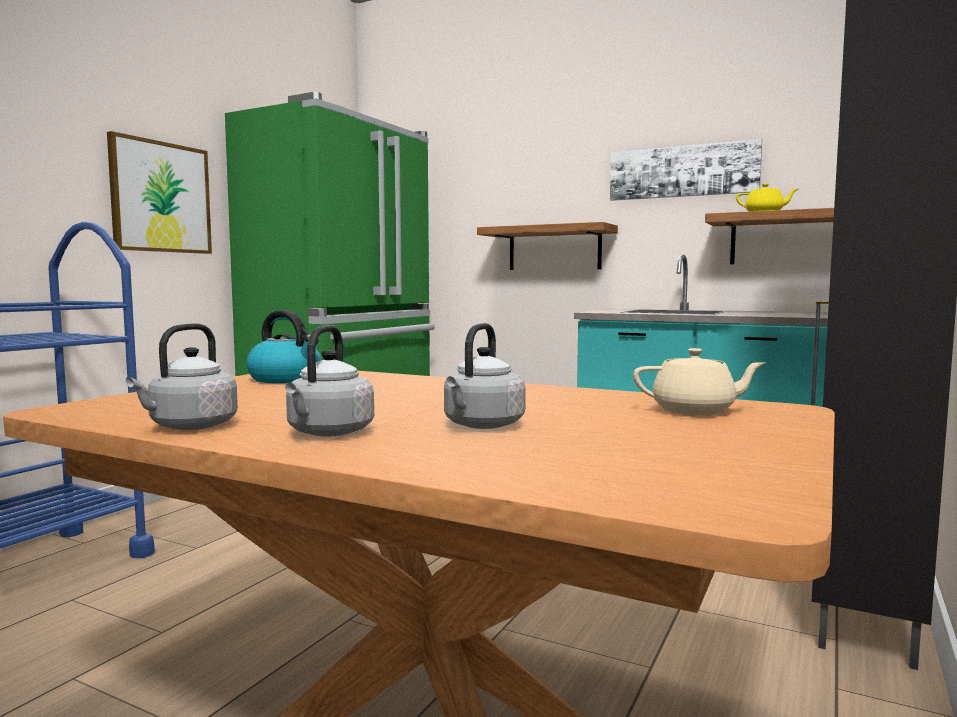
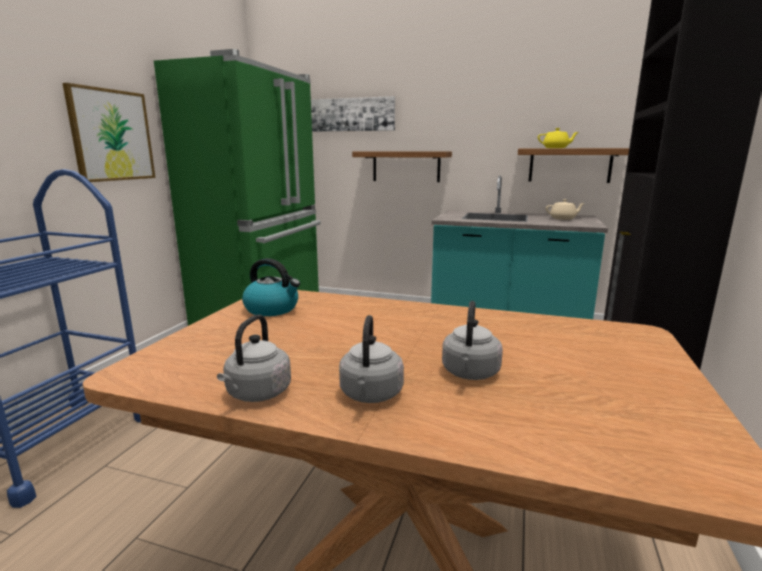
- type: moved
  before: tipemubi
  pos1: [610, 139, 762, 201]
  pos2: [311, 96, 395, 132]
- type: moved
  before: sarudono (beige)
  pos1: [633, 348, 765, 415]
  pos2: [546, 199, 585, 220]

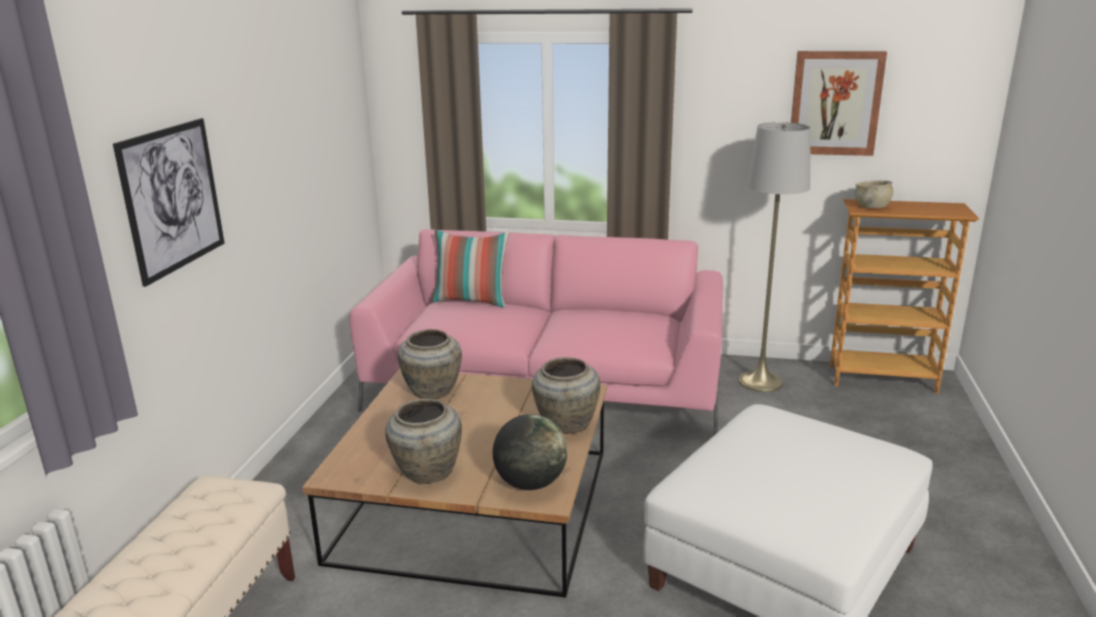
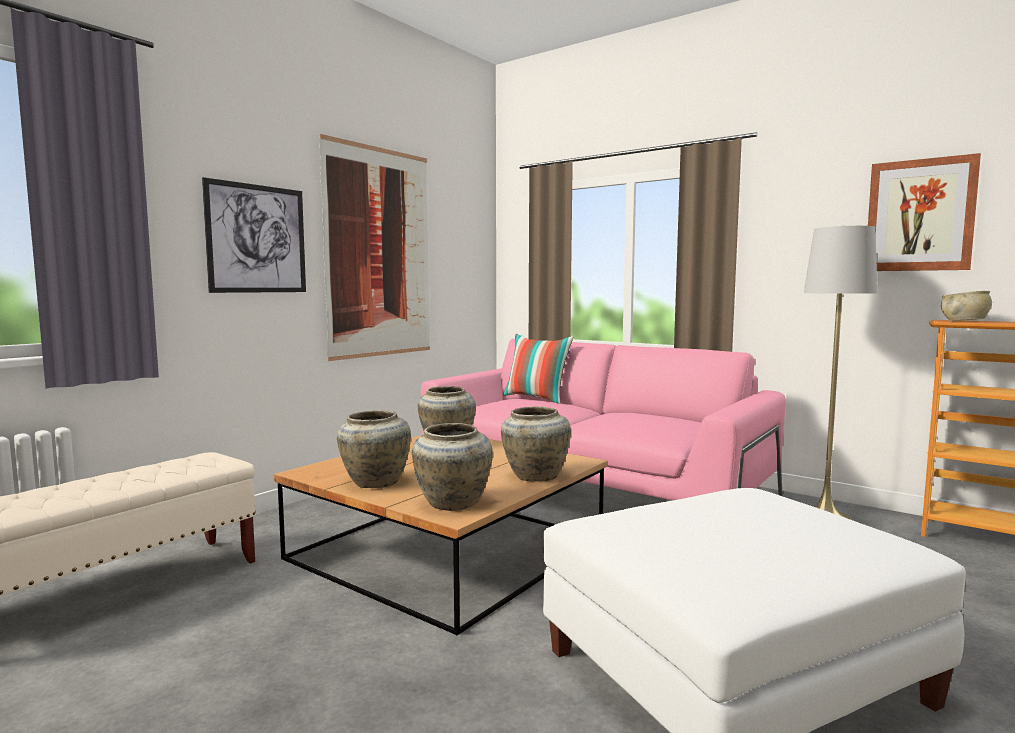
- type: replaced
  before: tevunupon
  after: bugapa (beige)
  pos1: [493, 414, 567, 490]
  pos2: [412, 423, 493, 511]
- type: added
  after: tipemubi
  pos2: [319, 134, 430, 361]

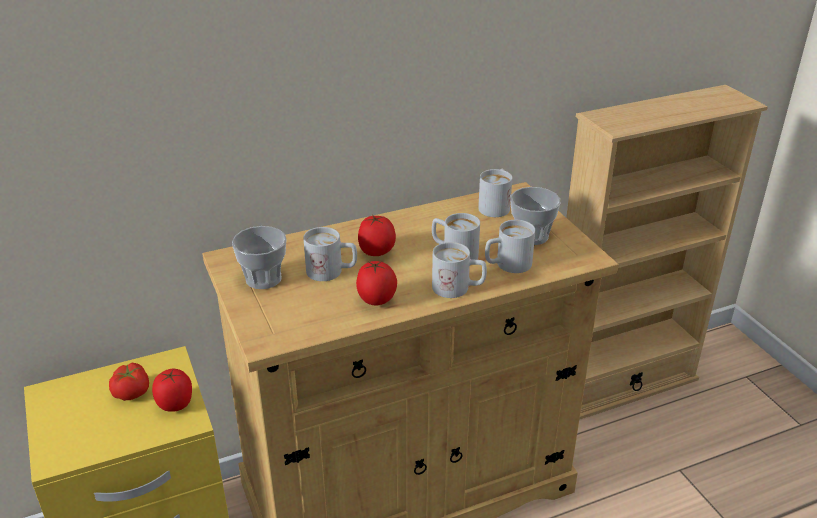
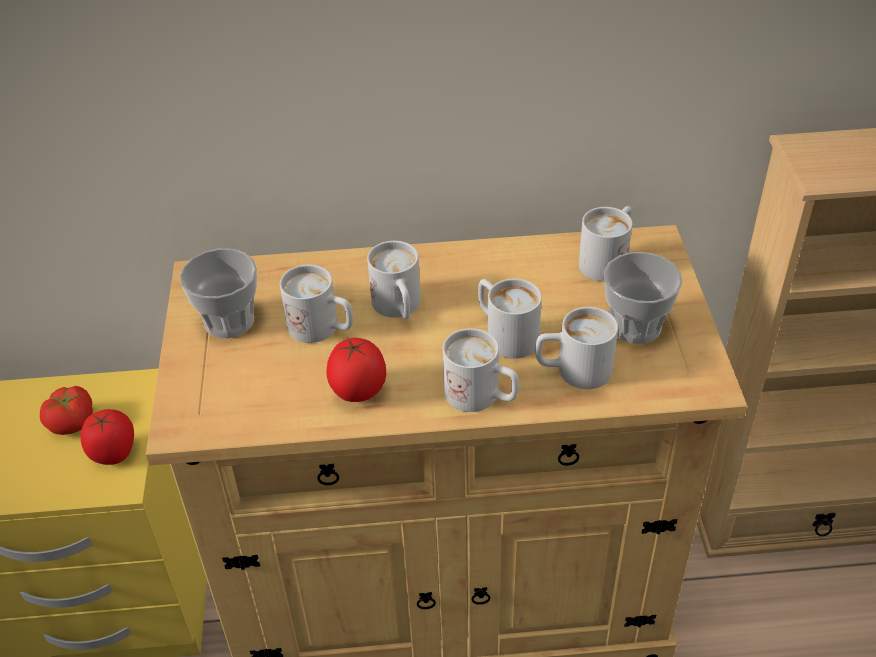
- type: replaced
  before: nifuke
  after: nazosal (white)
  pos1: [358, 216, 396, 256]
  pos2: [367, 241, 421, 319]

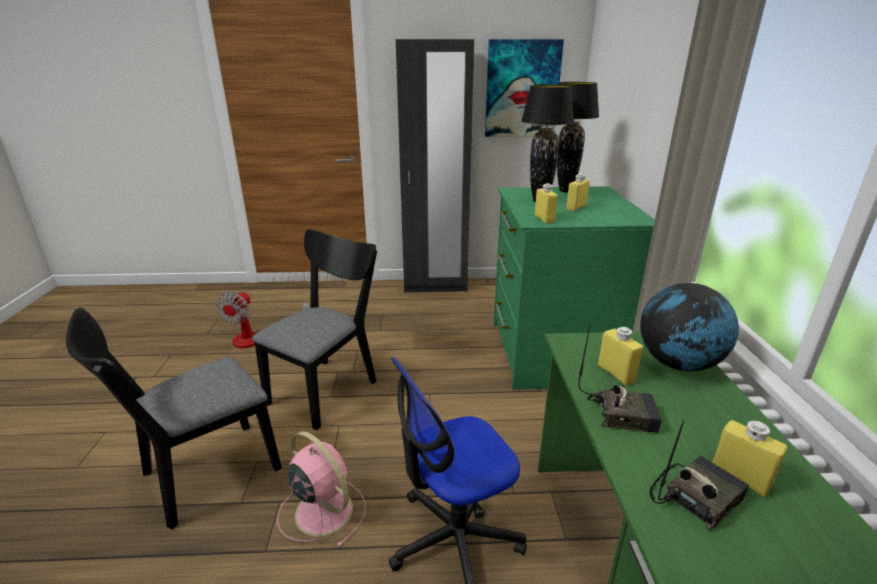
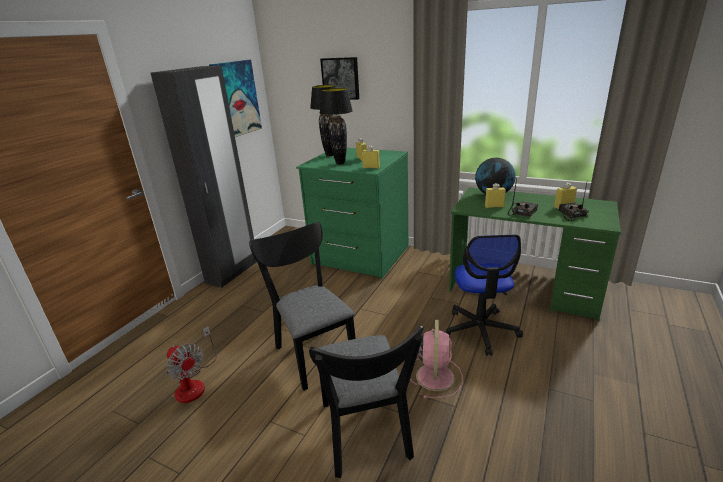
- type: turned
  before: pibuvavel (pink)
  pos1: [277, 431, 365, 548]
  pos2: [410, 320, 463, 399]
  turn: 120
- type: added
  after: tipemubi
  pos2: [320, 57, 359, 100]

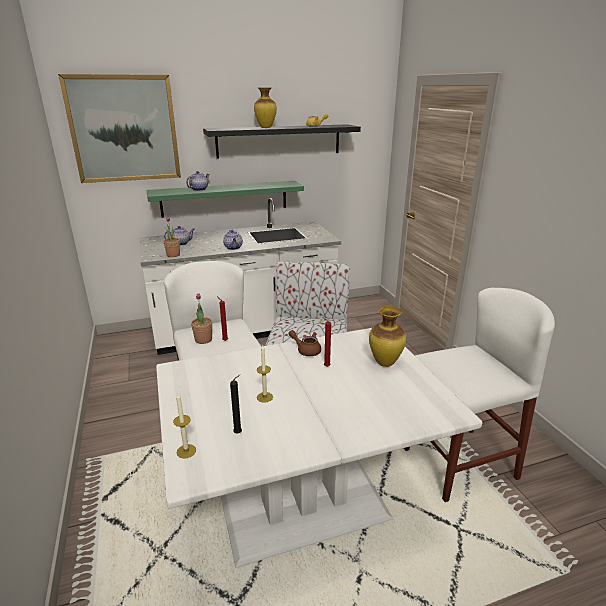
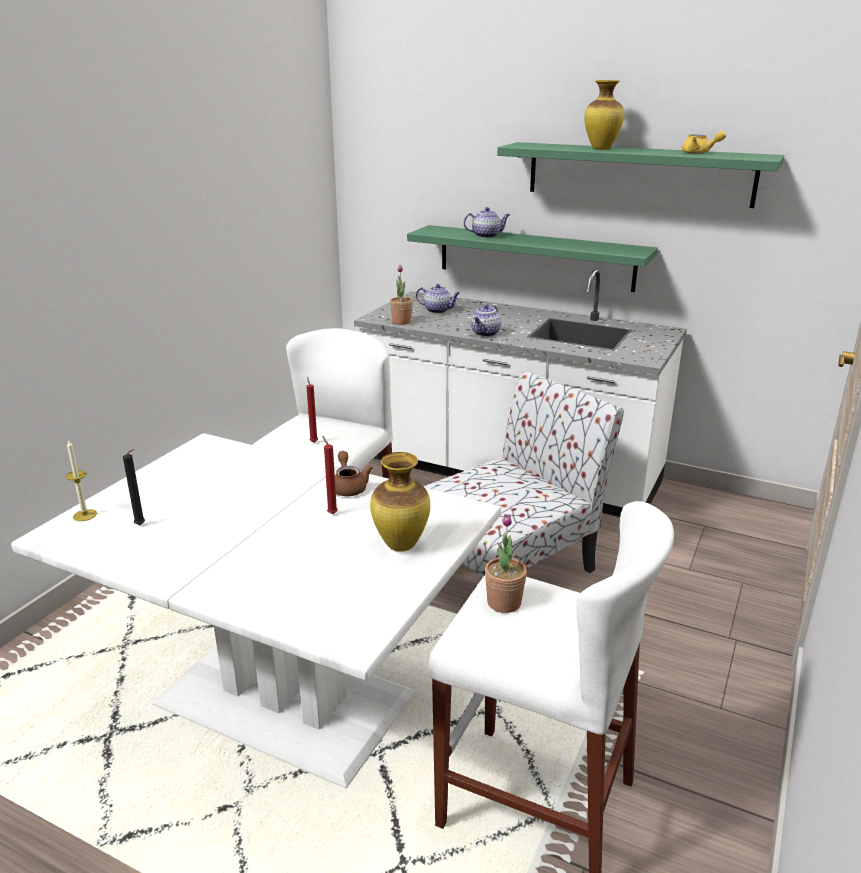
- type: removed
  before: tipemubi
  pos1: [58, 74, 181, 183]
- type: recoloured
  before: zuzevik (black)
  after: zuzevik (green)
  pos1: [203, 124, 361, 158]
  pos2: [497, 142, 784, 208]
- type: moved
  before: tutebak
  pos1: [191, 293, 212, 344]
  pos2: [485, 514, 527, 613]
- type: removed
  before: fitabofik
  pos1: [257, 345, 273, 403]

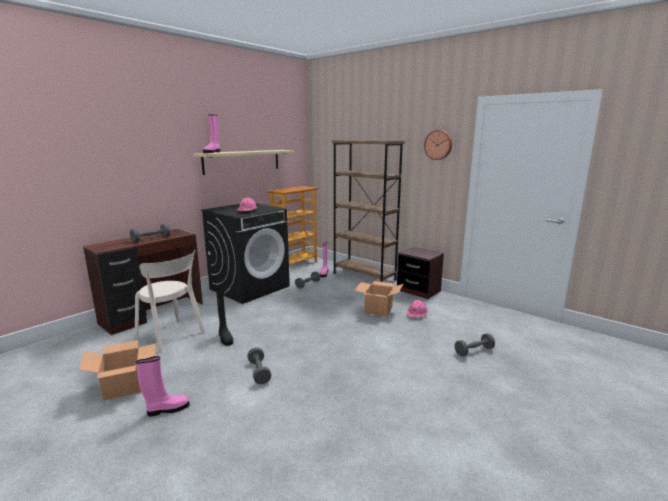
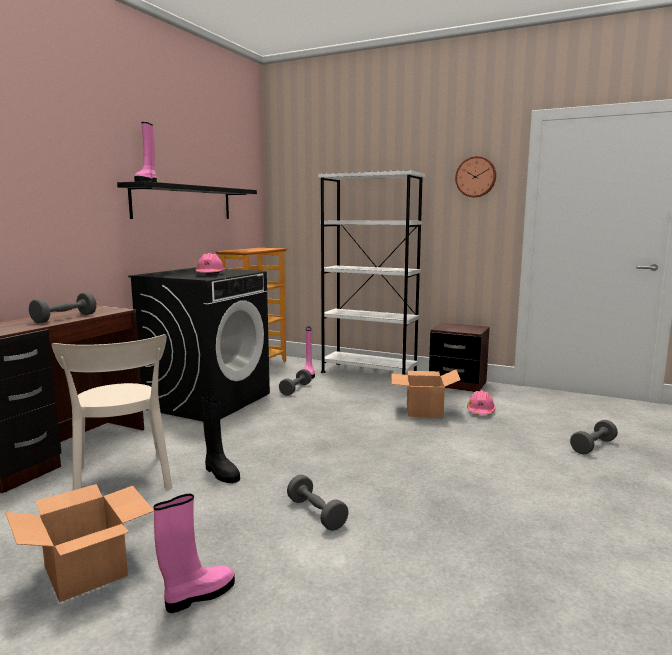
- type: recoloured
  before: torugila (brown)
  after: torugila (white)
  pos1: [332, 140, 405, 282]
  pos2: [318, 170, 425, 375]
- type: recoloured
  before: zuzevik (beige)
  after: zuzevik (black)
  pos1: [193, 150, 295, 175]
  pos2: [117, 181, 257, 219]
- type: turned
  before: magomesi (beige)
  pos1: [135, 251, 205, 353]
  pos2: [52, 334, 172, 490]
  turn: 45

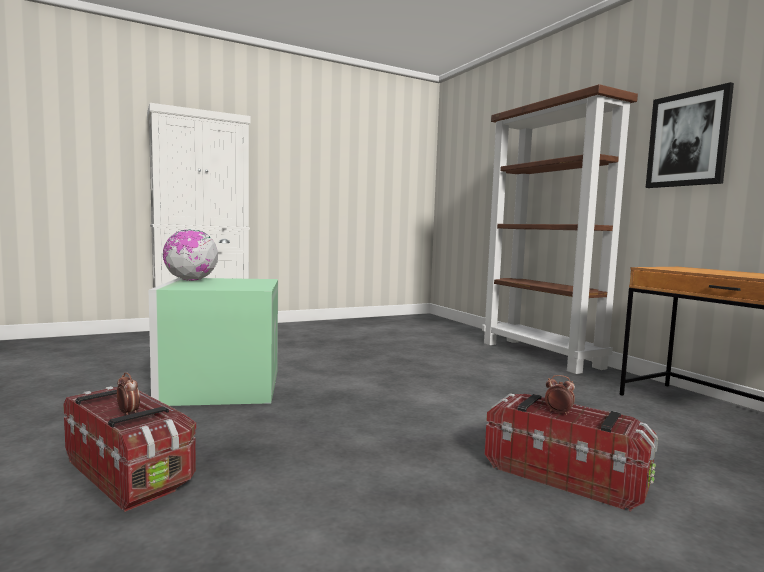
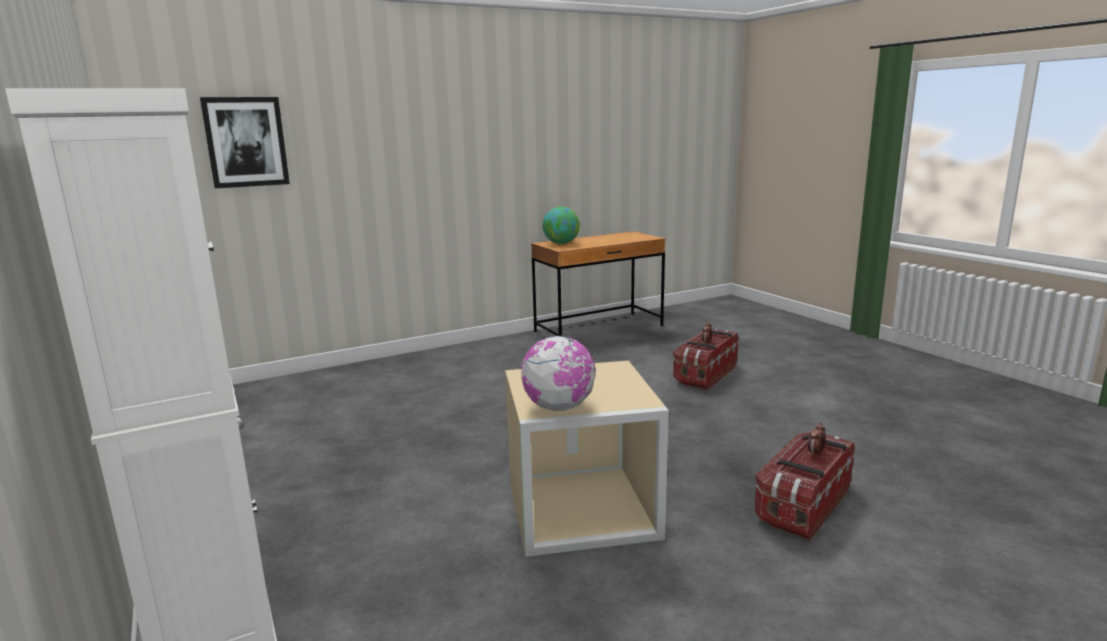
- type: moved
  before: tipemubi
  pos1: [646, 82, 734, 188]
  pos2: [200, 97, 290, 189]
- type: removed
  before: torugila (brown)
  pos1: [482, 84, 638, 374]
- type: recoloured
  before: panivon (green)
  after: panivon (beige)
  pos1: [149, 278, 278, 406]
  pos2: [505, 360, 669, 557]
- type: added
  after: tevunupon
  pos2: [543, 206, 580, 244]

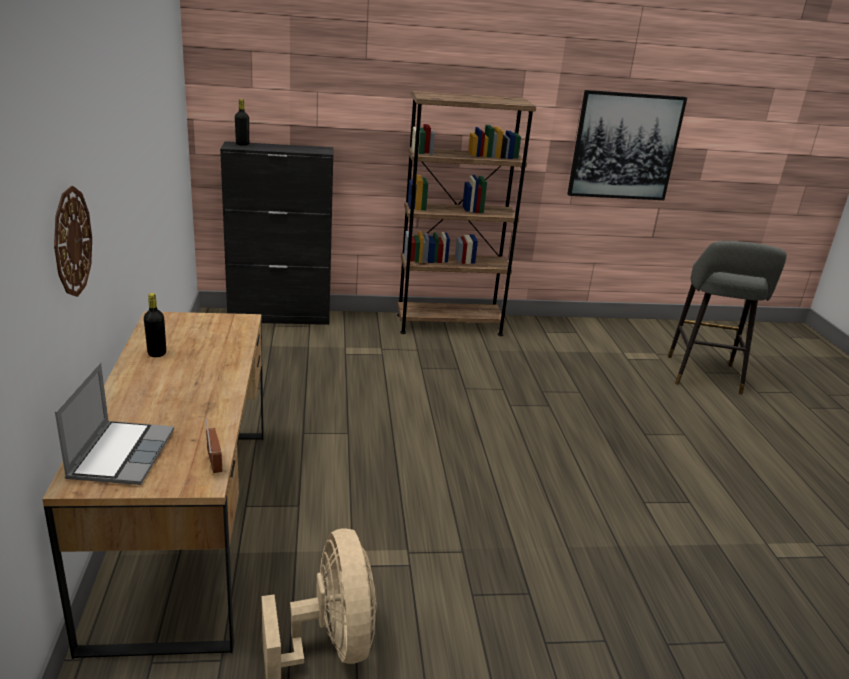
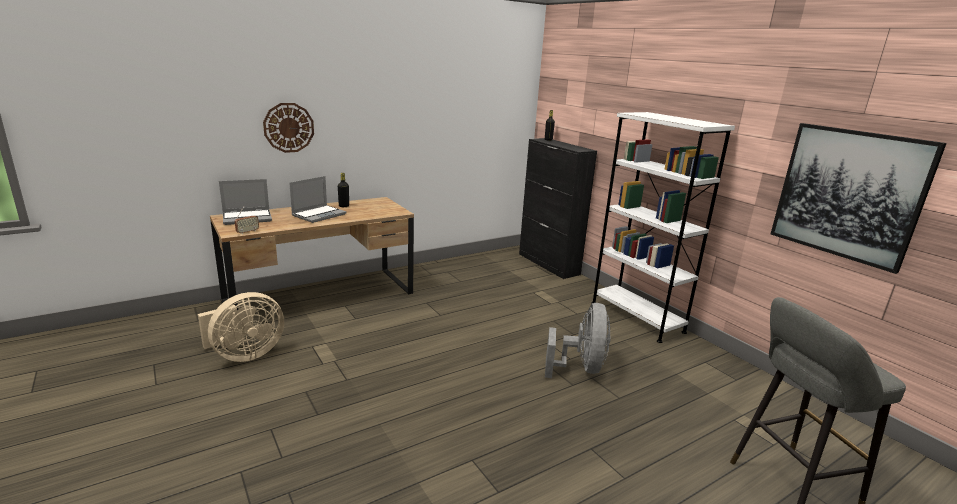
- type: recoloured
  before: torugila (brown)
  after: torugila (white)
  pos1: [397, 91, 536, 336]
  pos2: [591, 112, 735, 343]
- type: added
  after: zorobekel
  pos2: [289, 176, 347, 223]
- type: added
  after: pibuvavel (grey)
  pos2: [545, 303, 611, 378]

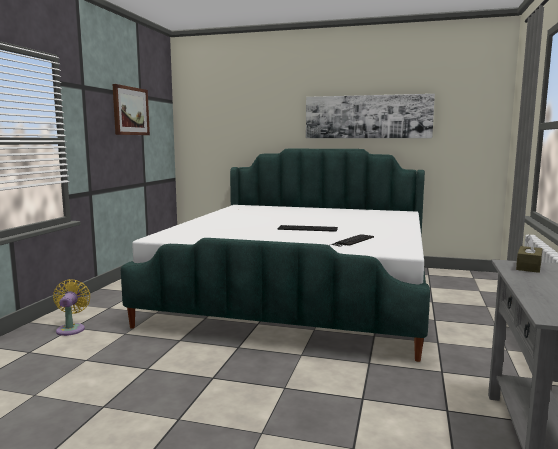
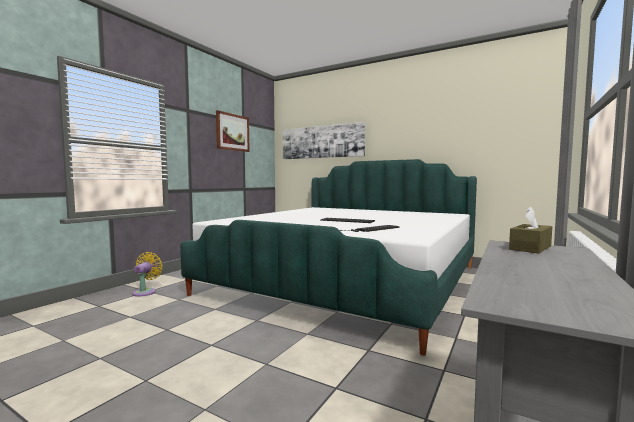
- type: moved
  before: tipemubi
  pos1: [306, 94, 435, 138]
  pos2: [283, 122, 365, 159]

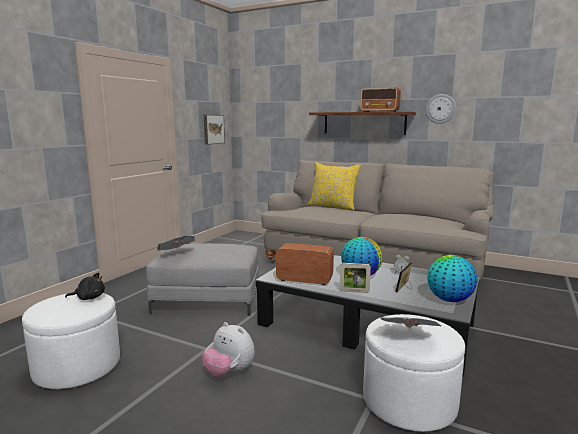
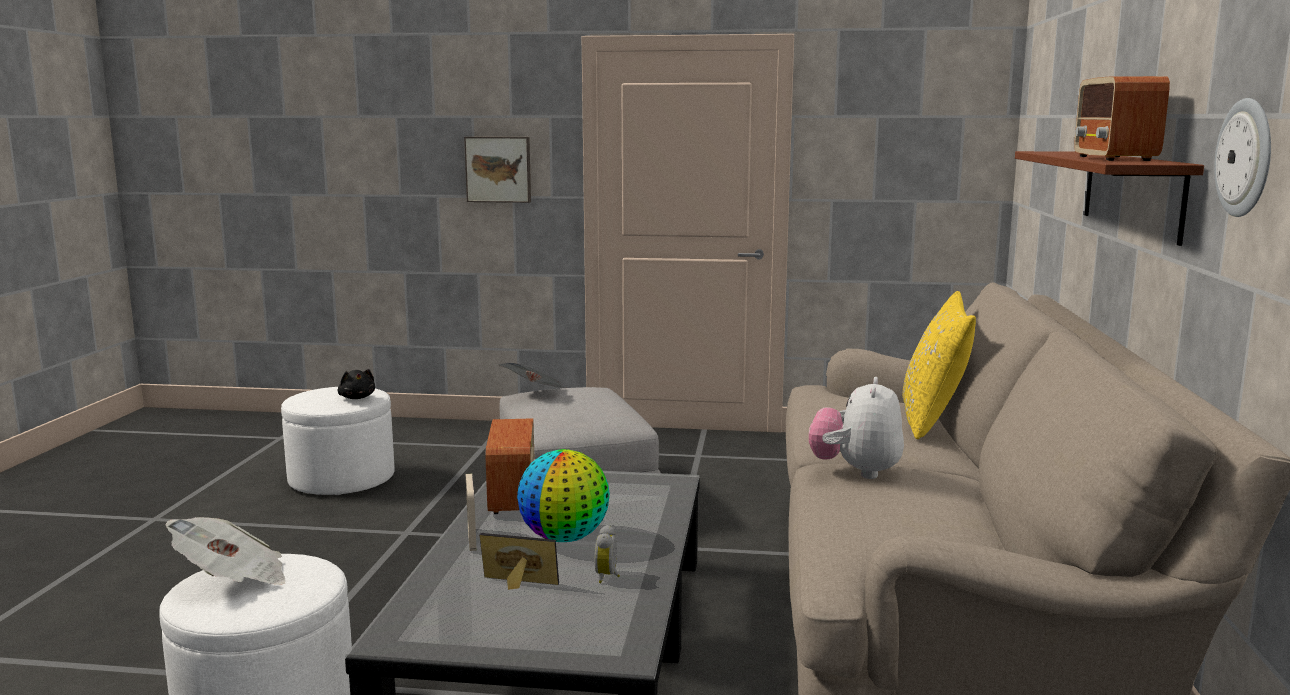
- type: moved
  before: tipemubi
  pos1: [204, 115, 225, 144]
  pos2: [464, 137, 531, 203]
- type: removed
  before: tevunupon
  pos1: [427, 255, 477, 302]
- type: moved
  before: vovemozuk
  pos1: [202, 322, 255, 378]
  pos2: [809, 377, 904, 479]

